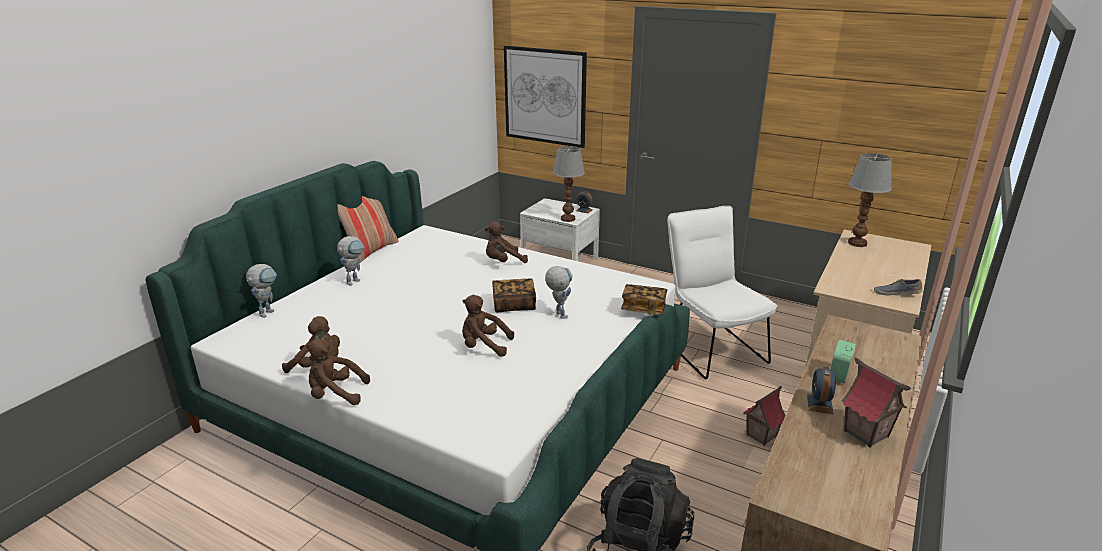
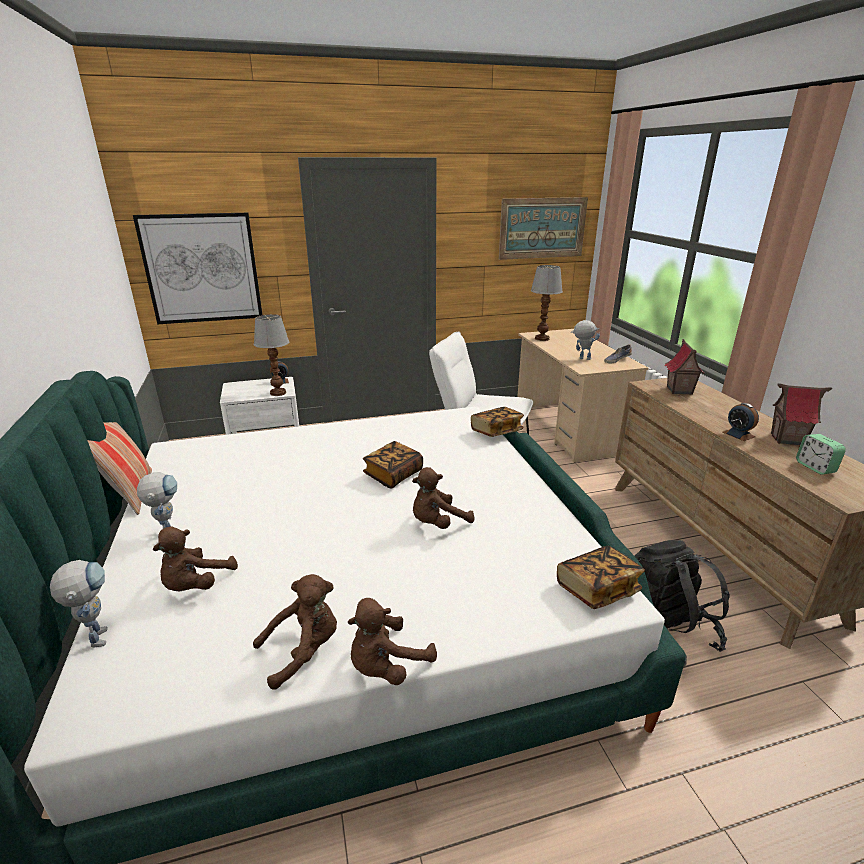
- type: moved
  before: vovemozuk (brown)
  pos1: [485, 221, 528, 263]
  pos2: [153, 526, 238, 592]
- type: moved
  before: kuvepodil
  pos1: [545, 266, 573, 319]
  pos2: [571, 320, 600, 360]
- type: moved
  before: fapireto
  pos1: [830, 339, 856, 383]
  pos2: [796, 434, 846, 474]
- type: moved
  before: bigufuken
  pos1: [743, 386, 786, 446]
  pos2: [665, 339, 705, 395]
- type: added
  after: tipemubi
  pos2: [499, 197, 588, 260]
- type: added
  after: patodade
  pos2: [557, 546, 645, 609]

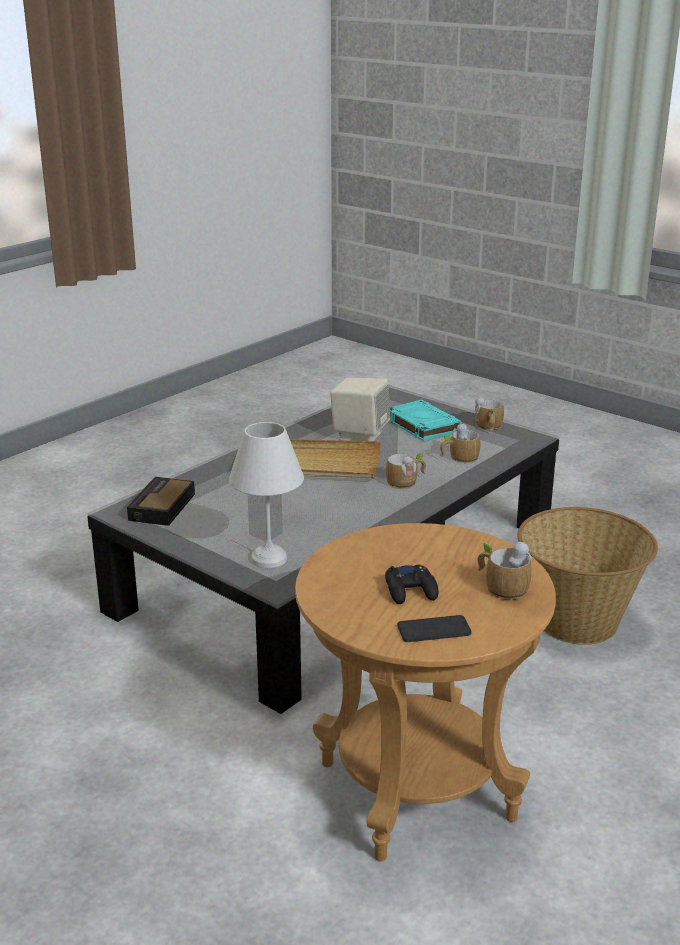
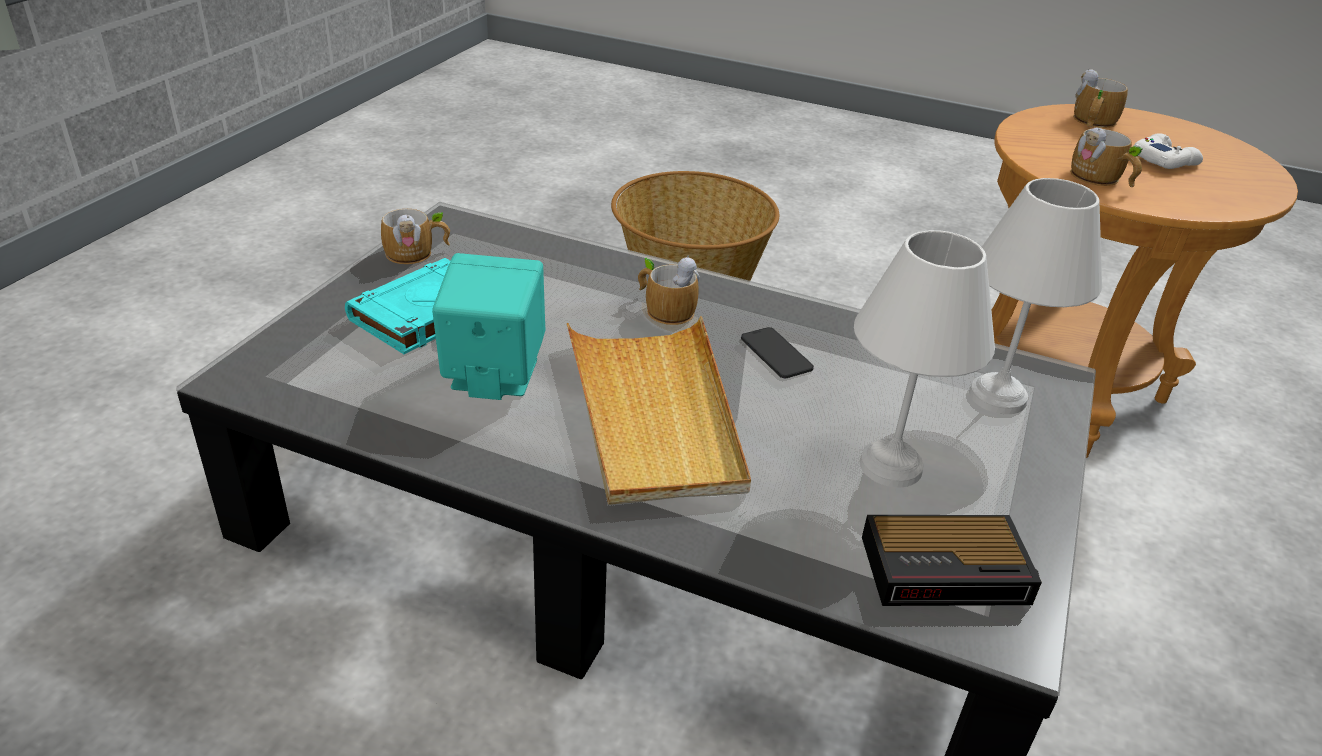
- type: recoloured
  before: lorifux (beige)
  after: lorifux (turquoise)
  pos1: [330, 378, 391, 441]
  pos2: [432, 253, 545, 400]
- type: moved
  before: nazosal
  pos1: [440, 423, 480, 463]
  pos2: [1070, 127, 1142, 187]
- type: recoloured
  before: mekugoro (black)
  after: mekugoro (white)
  pos1: [385, 565, 438, 604]
  pos2: [1134, 133, 1203, 169]
- type: moved
  before: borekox
  pos1: [397, 615, 472, 642]
  pos2: [741, 327, 814, 378]
- type: added
  after: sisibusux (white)
  pos2: [854, 230, 995, 488]

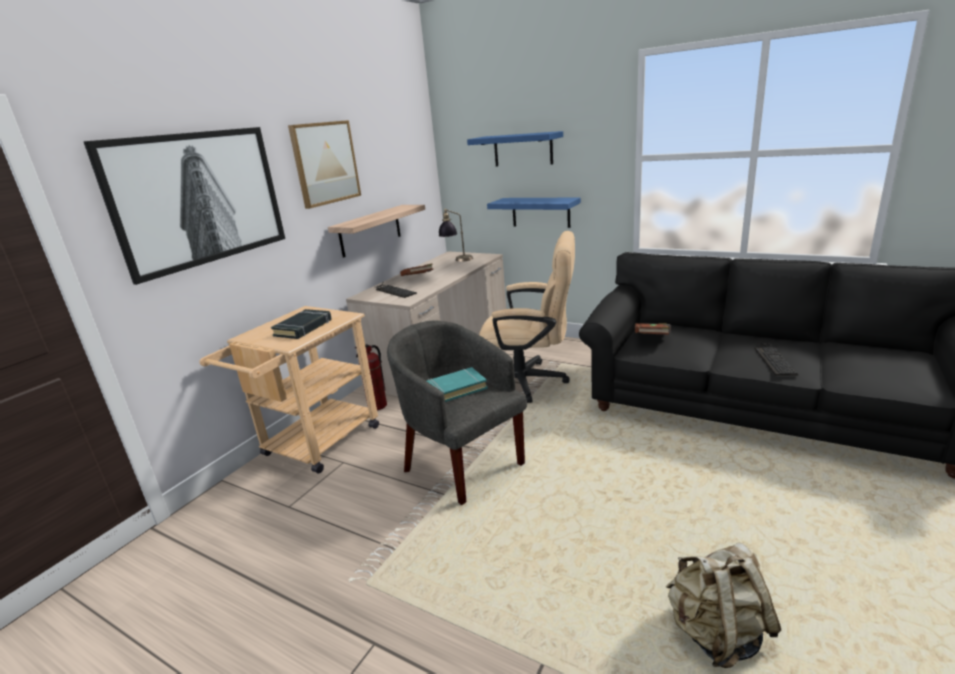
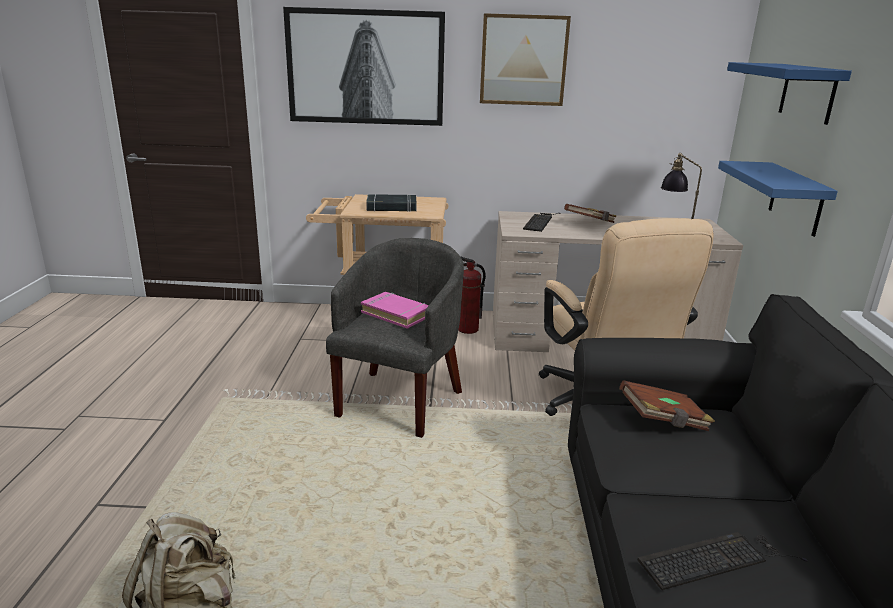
- type: removed
  before: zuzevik
  pos1: [328, 205, 425, 258]
- type: recoloured
  before: patodade (turquoise)
  after: patodade (pink)
  pos1: [427, 367, 488, 402]
  pos2: [361, 292, 429, 329]

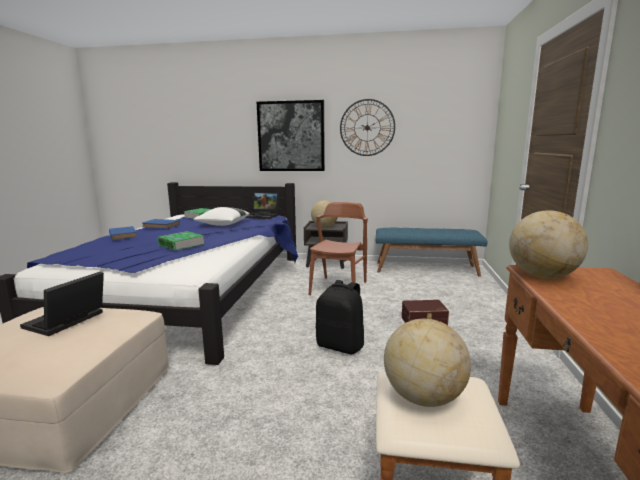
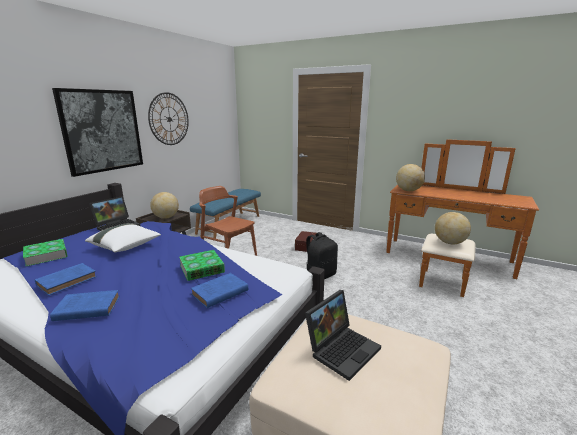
- type: turned
  before: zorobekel
  pos1: [20, 271, 104, 336]
  pos2: [305, 290, 381, 381]
  turn: -90
- type: added
  after: patodade (blue)
  pos2: [191, 273, 248, 308]

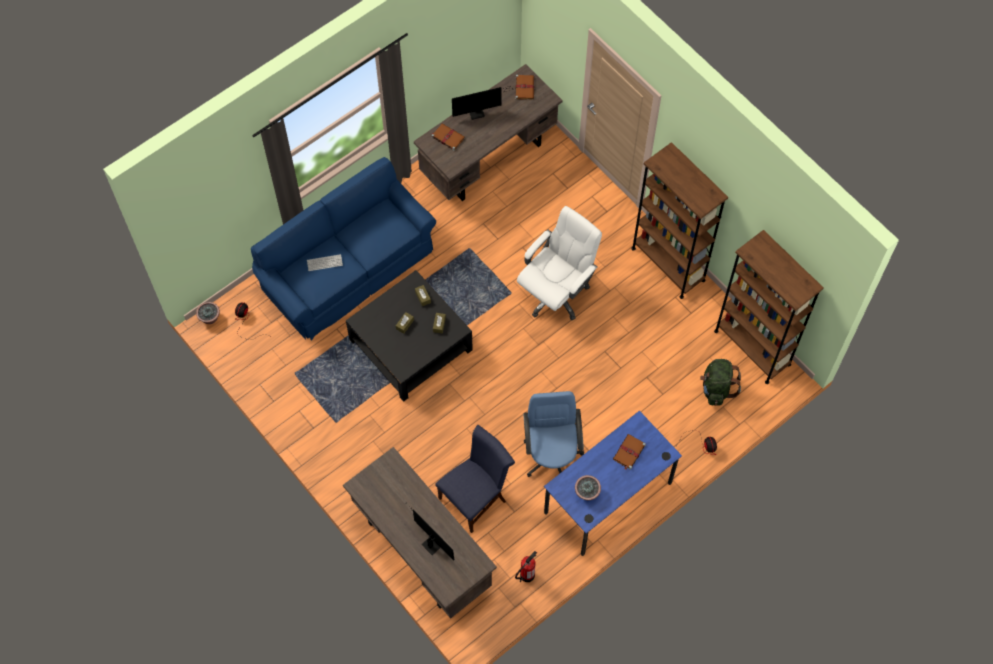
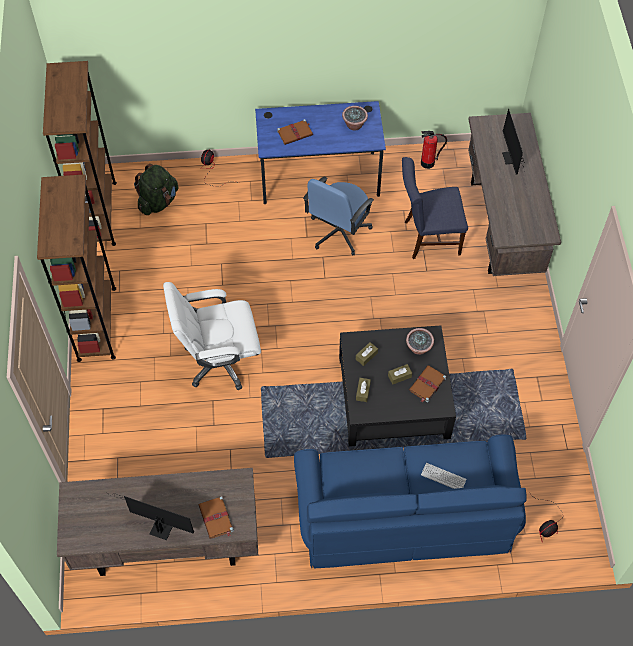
- type: moved
  before: patodade (brown)
  pos1: [515, 75, 534, 100]
  pos2: [409, 365, 446, 403]
- type: moved
  before: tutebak
  pos1: [196, 302, 220, 324]
  pos2: [406, 328, 434, 355]

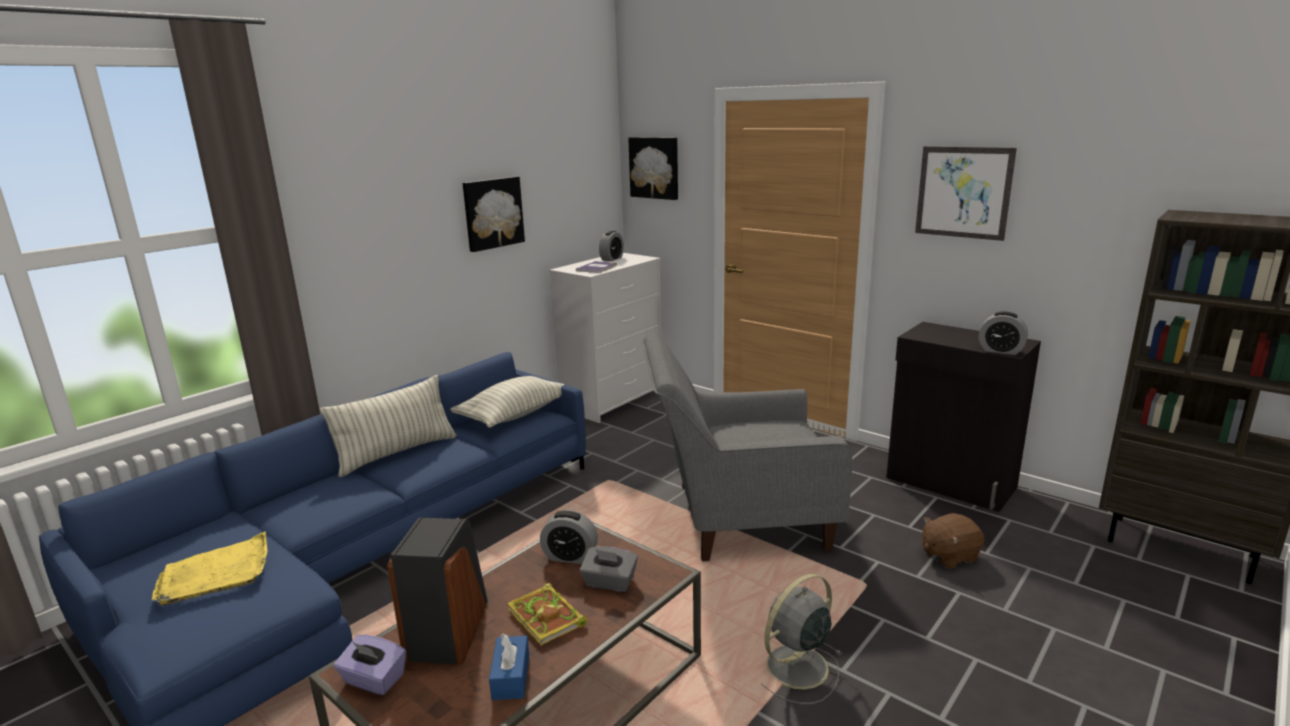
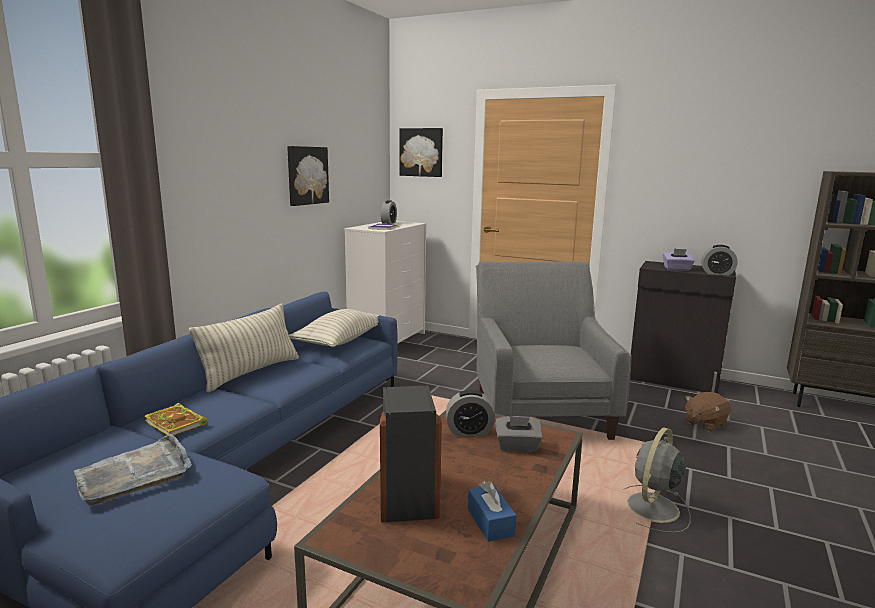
- type: removed
  before: tipemubi
  pos1: [915, 146, 1017, 241]
- type: turned
  before: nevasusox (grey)
  pos1: [642, 333, 852, 561]
  pos2: [476, 261, 631, 440]
  turn: 105
- type: recoloured
  before: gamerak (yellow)
  after: gamerak (grey)
  pos1: [152, 531, 267, 606]
  pos2: [74, 434, 192, 505]
- type: moved
  before: patodade
  pos1: [507, 583, 587, 645]
  pos2: [144, 403, 208, 435]
- type: moved
  before: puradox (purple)
  pos1: [334, 635, 406, 695]
  pos2: [663, 248, 695, 271]

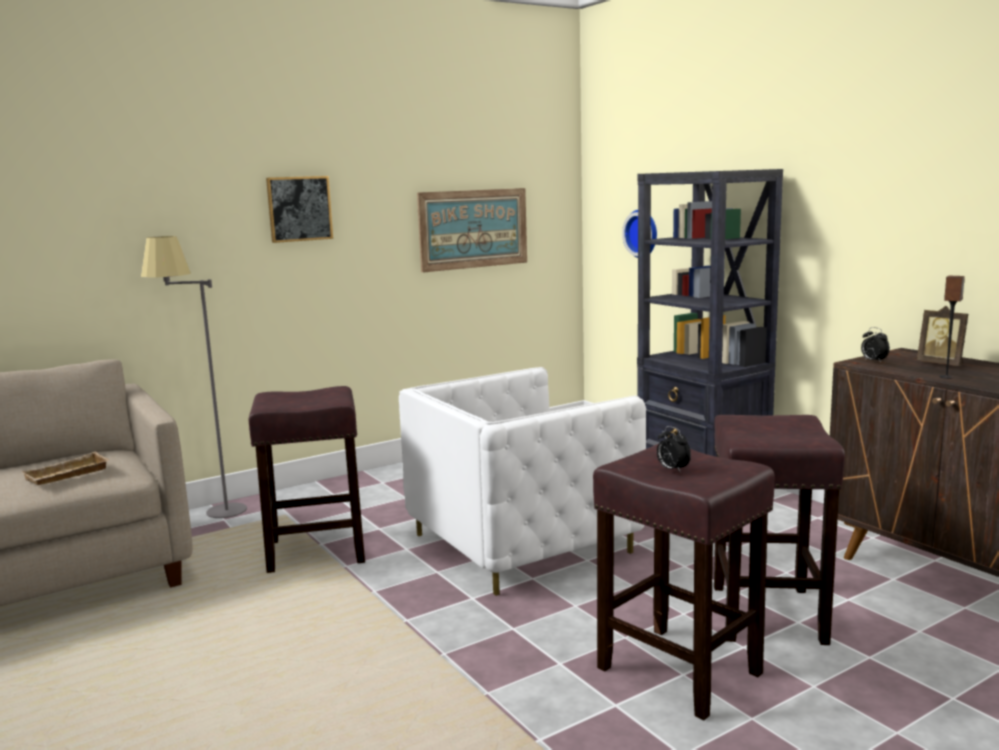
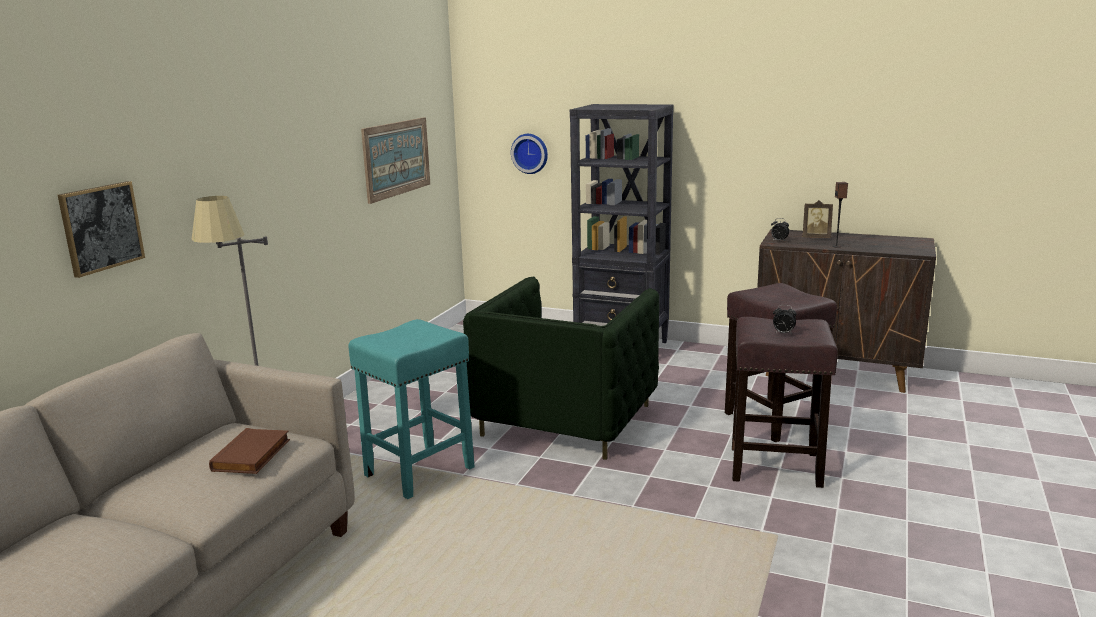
- type: moved
  before: tipemubi
  pos1: [266, 176, 333, 243]
  pos2: [58, 181, 145, 278]
- type: recoloured
  before: nevasusox (white)
  after: nevasusox (green)
  pos1: [399, 367, 646, 596]
  pos2: [463, 276, 659, 460]
- type: recoloured
  before: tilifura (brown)
  after: tilifura (turquoise)
  pos1: [249, 386, 365, 573]
  pos2: [348, 319, 475, 499]
- type: replaced
  before: gamerak (beige)
  after: patodade (brown)
  pos1: [21, 452, 110, 485]
  pos2: [209, 428, 290, 474]

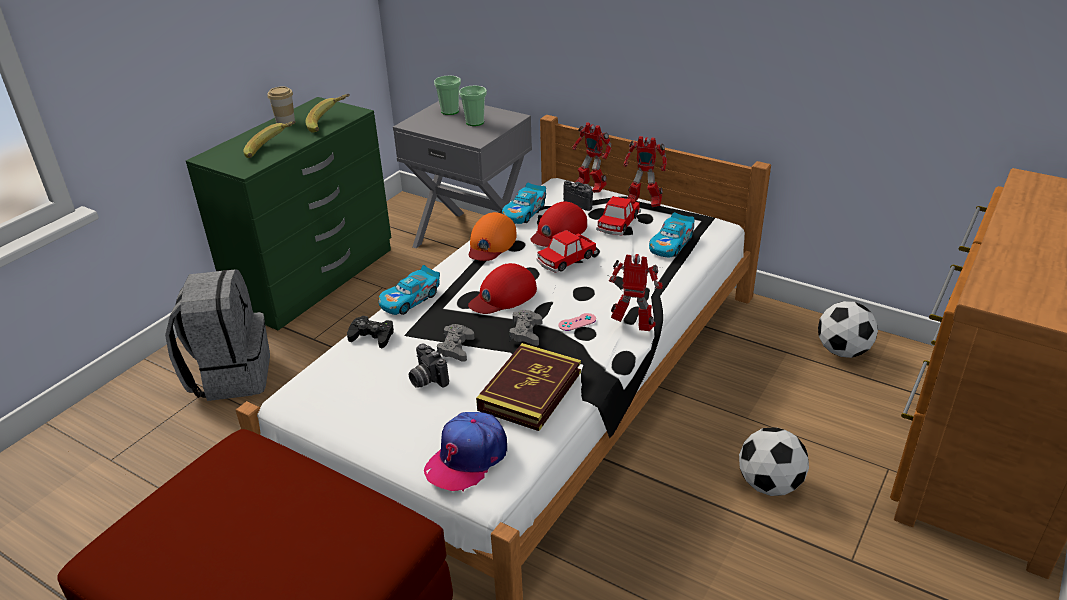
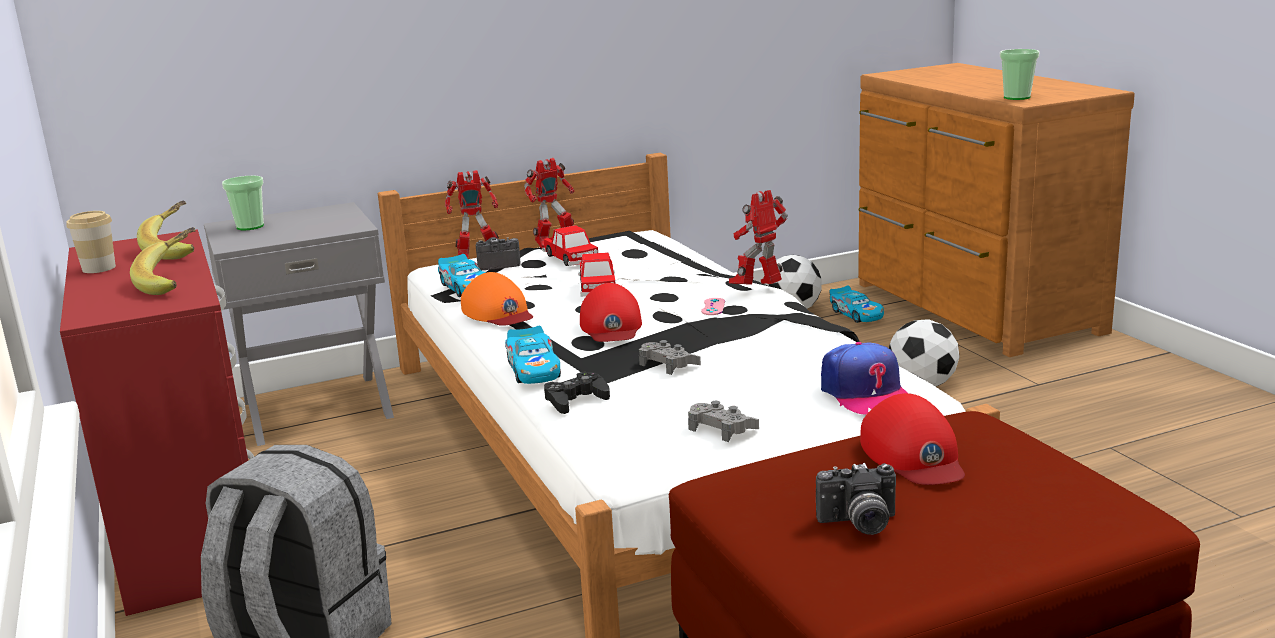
- type: moved
  before: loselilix
  pos1: [459, 86, 487, 126]
  pos2: [1000, 49, 1040, 100]
- type: recoloured
  before: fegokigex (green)
  after: fegokigex (red)
  pos1: [186, 97, 391, 330]
  pos2: [60, 229, 254, 616]
- type: moved
  before: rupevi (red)
  pos1: [530, 202, 587, 247]
  pos2: [860, 393, 965, 485]
- type: moved
  before: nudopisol
  pos1: [649, 212, 695, 257]
  pos2: [829, 285, 884, 323]
- type: moved
  before: mekugoro (grey)
  pos1: [509, 310, 542, 346]
  pos2: [688, 401, 759, 442]
- type: removed
  before: patodade
  pos1: [476, 343, 581, 431]
- type: moved
  before: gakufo
  pos1: [409, 344, 449, 388]
  pos2: [816, 463, 896, 535]

